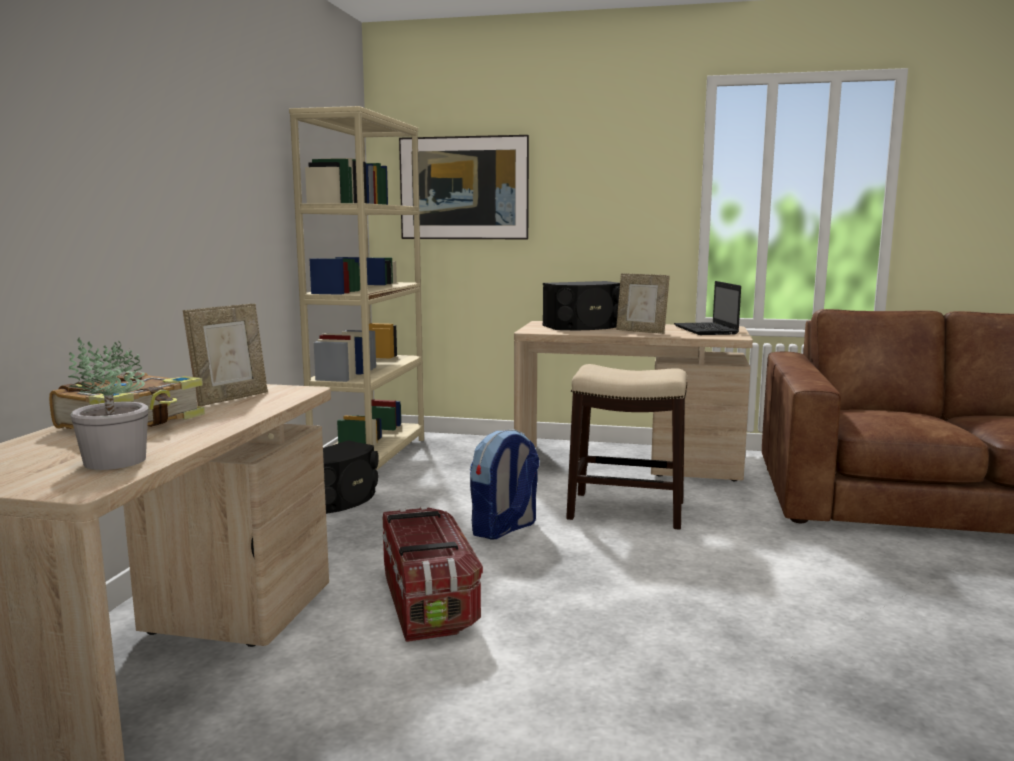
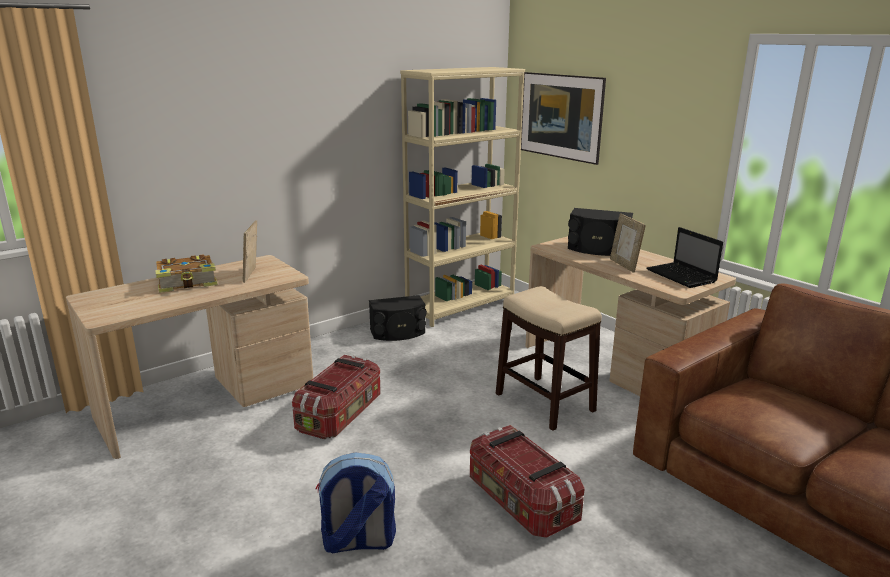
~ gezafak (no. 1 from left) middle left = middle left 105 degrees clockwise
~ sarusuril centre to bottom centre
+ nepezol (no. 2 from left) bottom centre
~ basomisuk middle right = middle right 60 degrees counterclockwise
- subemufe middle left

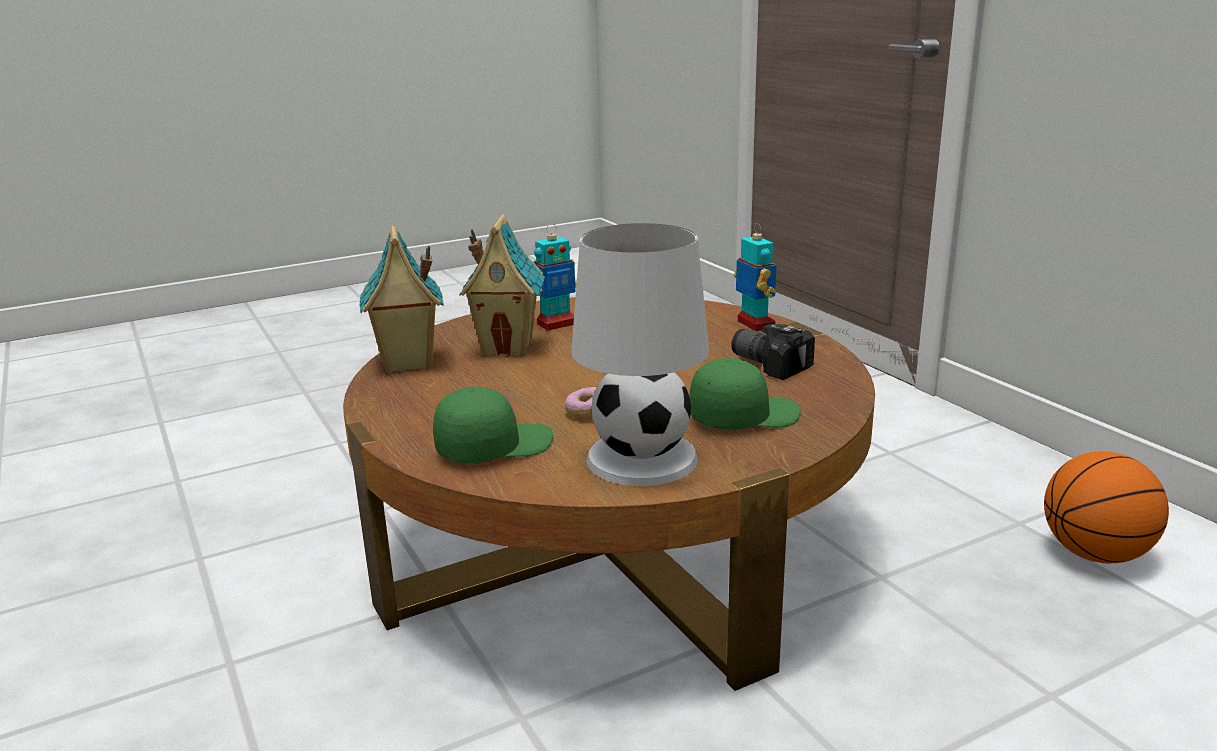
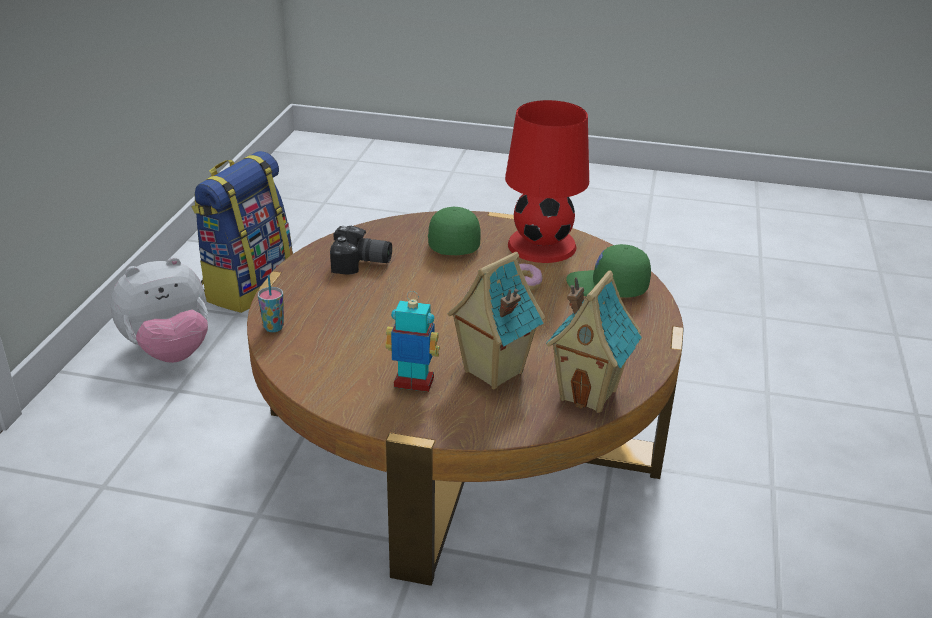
+ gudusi middle left
~ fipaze bottom right to sarusuril middle left
+ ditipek middle left
~ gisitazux centre = centre 75 degrees counterclockwise
~ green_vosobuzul (no. 2 from left in the first image) centre = centre 60 degrees clockwise
~ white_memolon centre to red_memolon top centre
- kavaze (no. 2 from left) centre

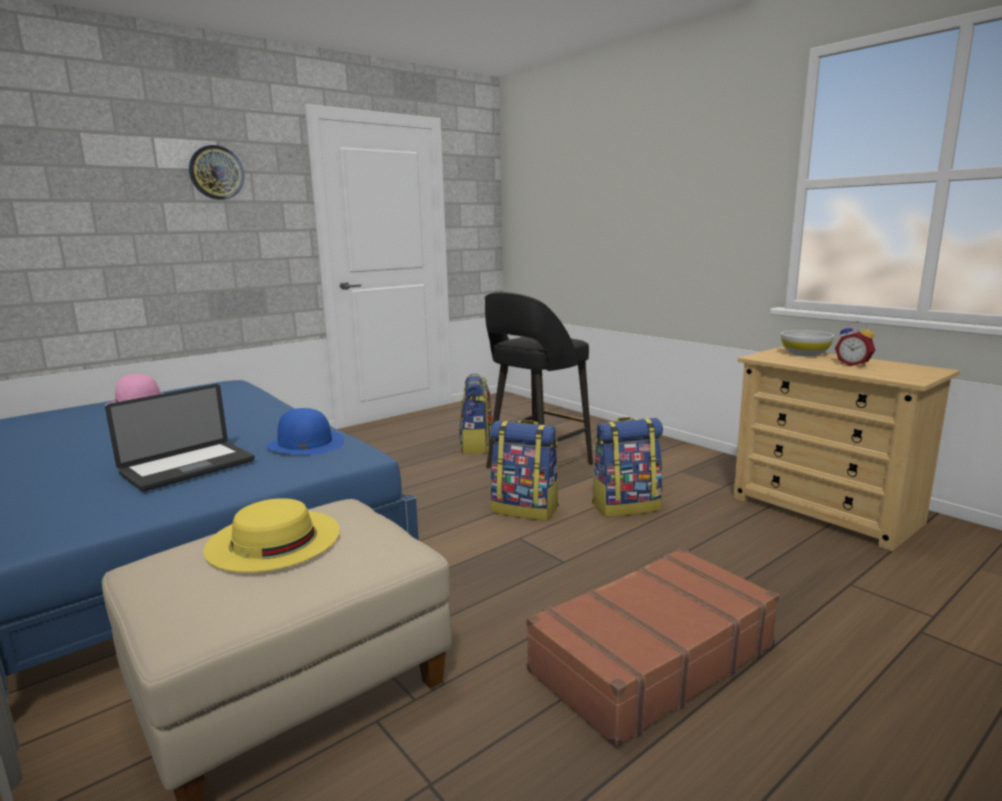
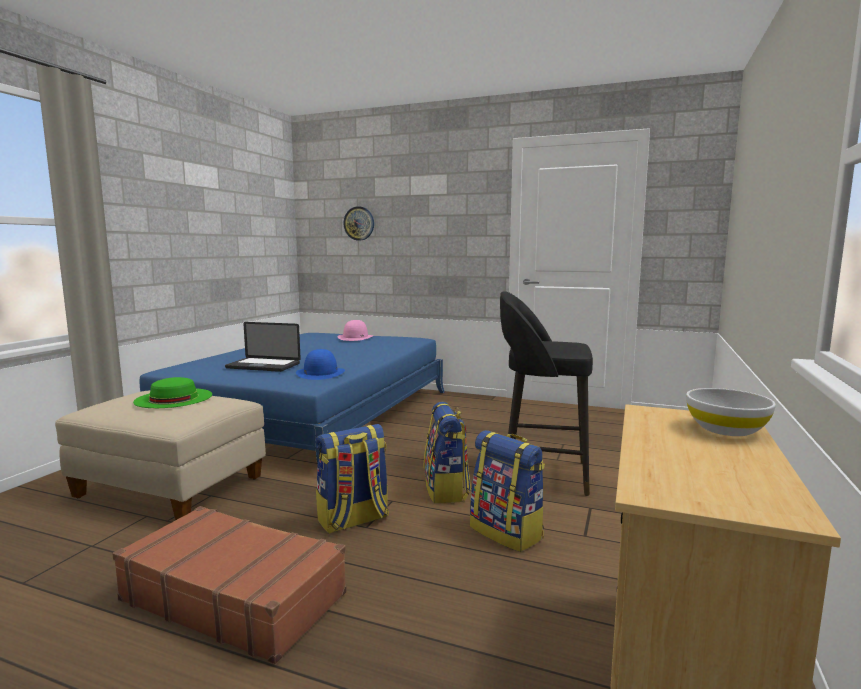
~ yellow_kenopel bottom left to green_kenopel middle left
~ sarusuril (no. 1 from left) centre to bottom centre
~ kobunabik top left to top centre
- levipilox middle right

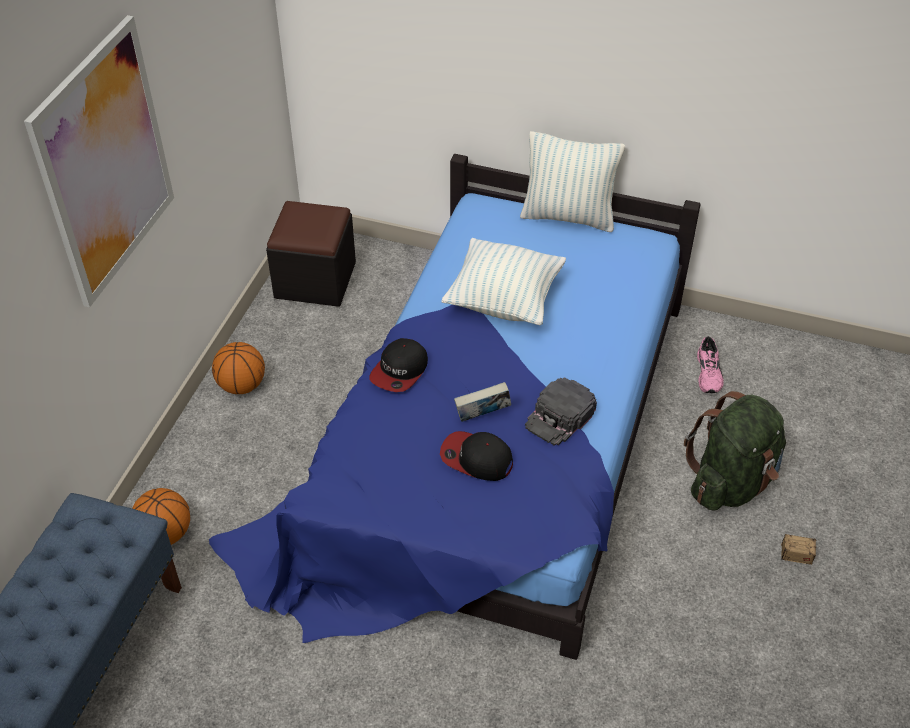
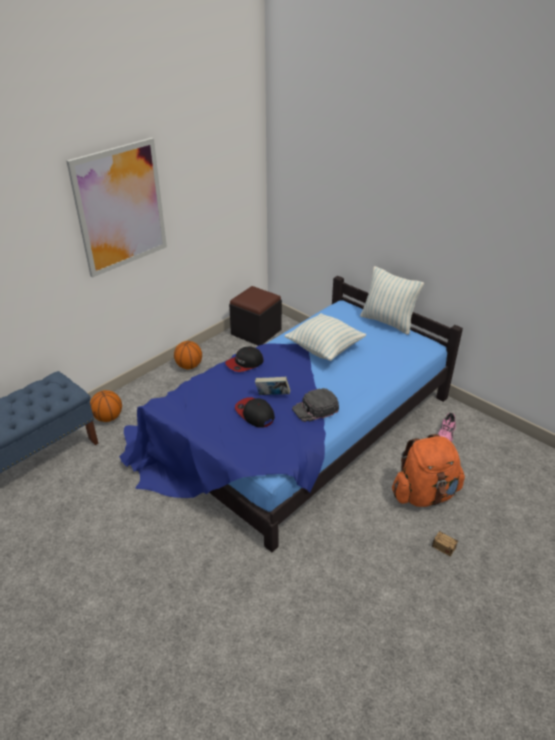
~ green_sarusuril middle right to orange_sarusuril middle right

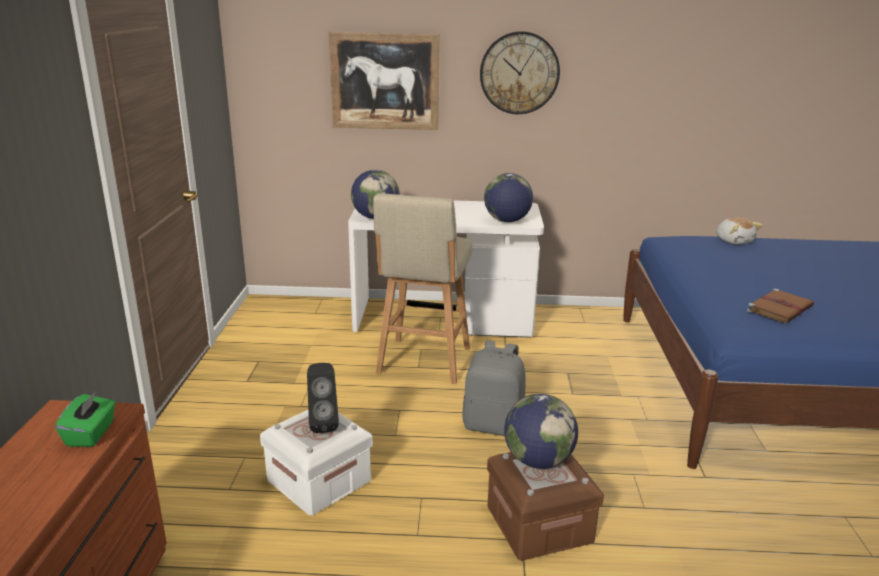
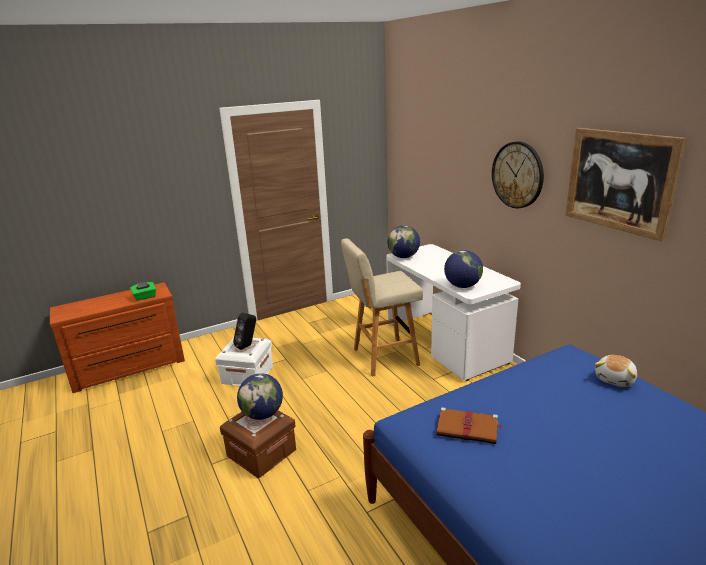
~ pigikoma top centre to top right
- grey_sarusuril bottom centre

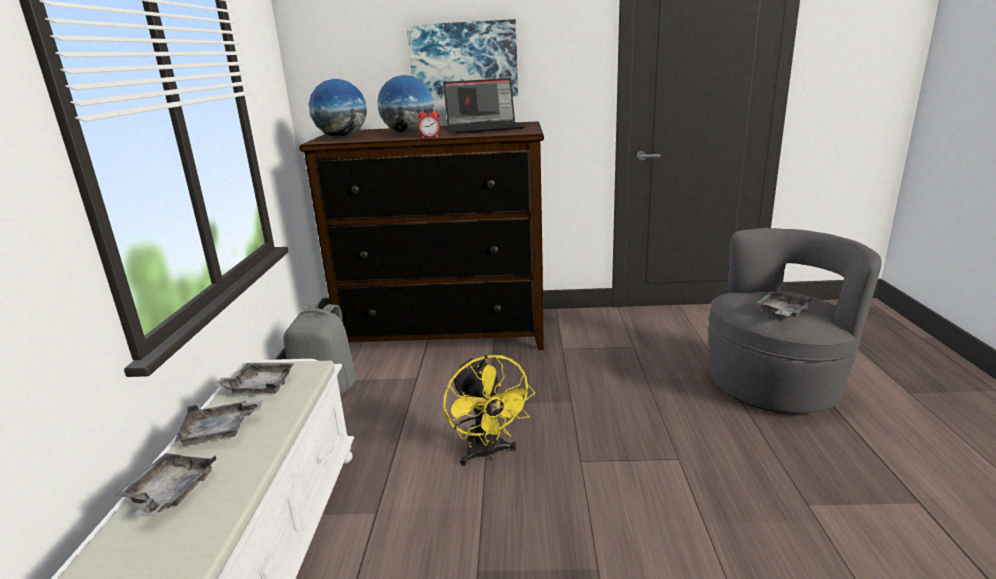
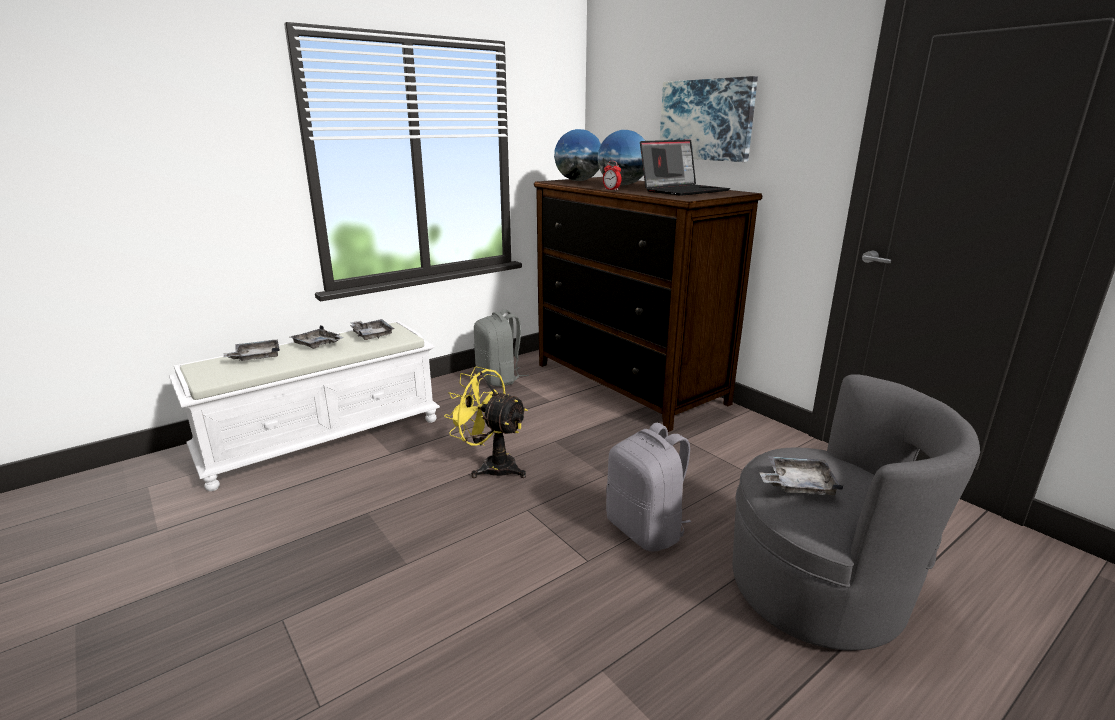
~ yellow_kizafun bottom centre = centre 90 degrees clockwise
+ grey_sarusuril (no. 2 from left) bottom centre
~ basomisuk top centre = top centre 75 degrees counterclockwise

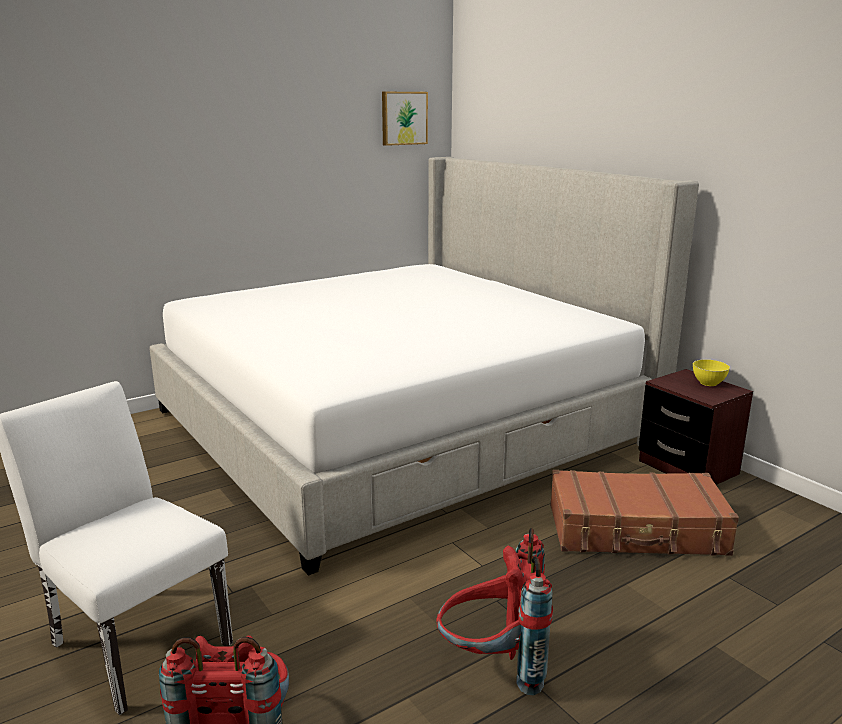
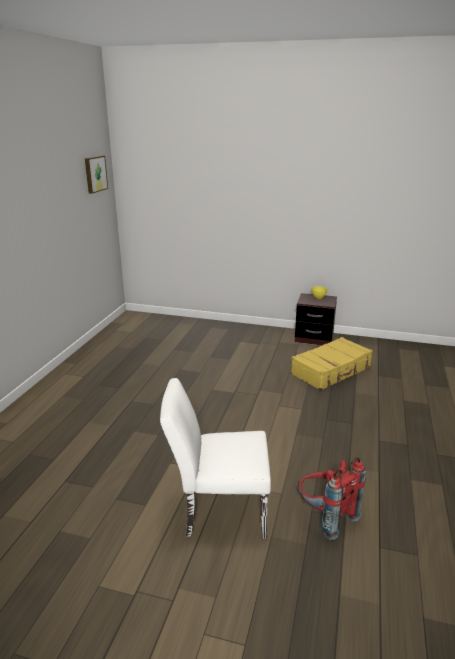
~ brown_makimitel bottom right to yellow_makimitel middle right
- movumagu centre
- red_sarusuril (no. 2 from left) bottom centre

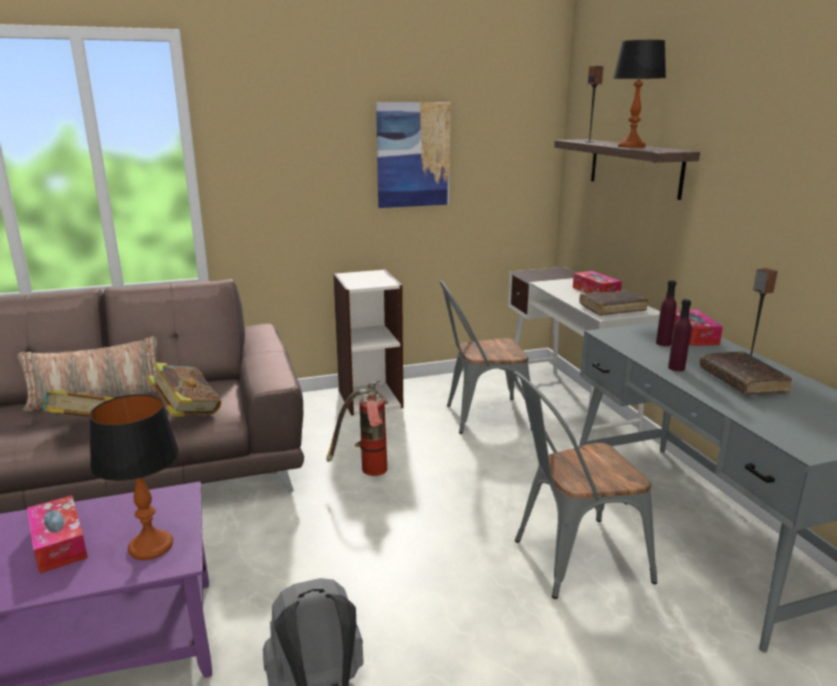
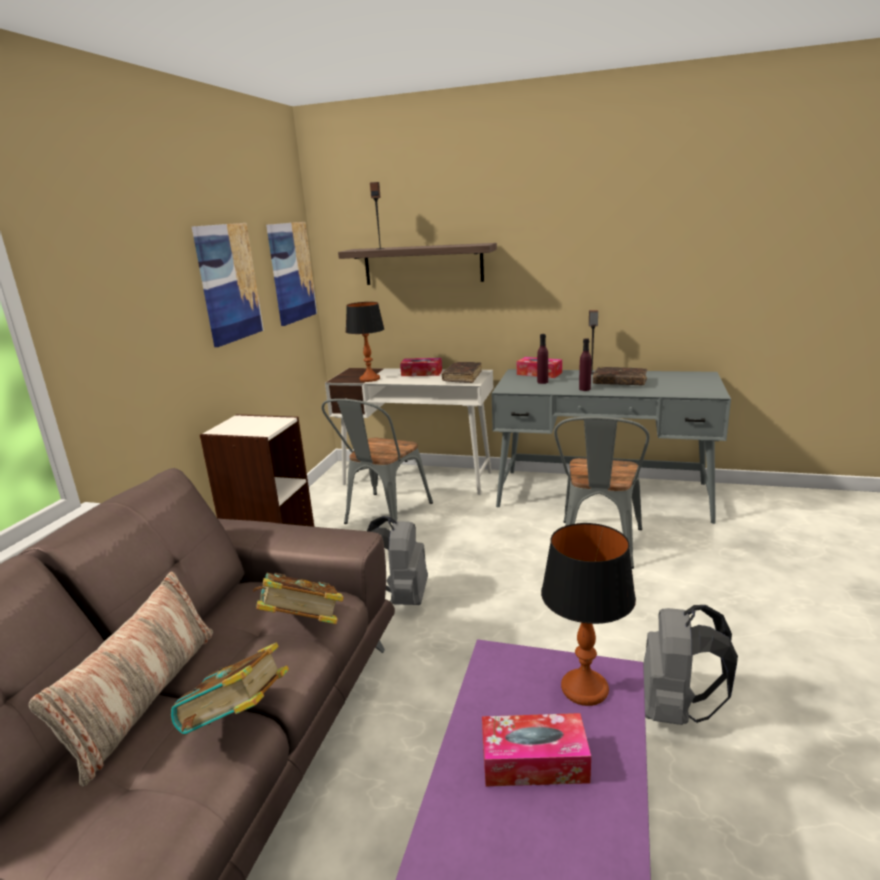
+ pigikoma (no. 2 from left) top left
~ memolon (no. 2 from left in the first image) top right to memolon (no. 1 from left) centre
~ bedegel centre to grey_sarusuril (no. 1 from left) centre

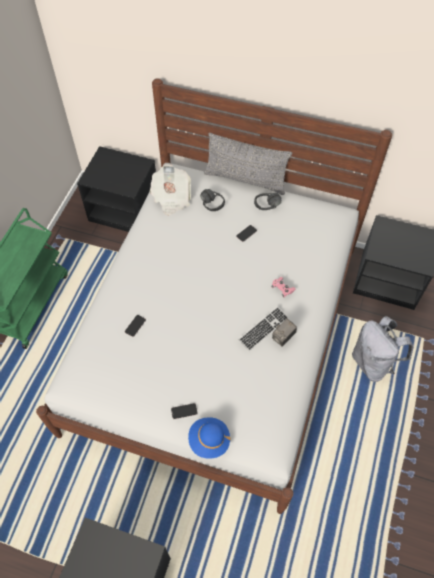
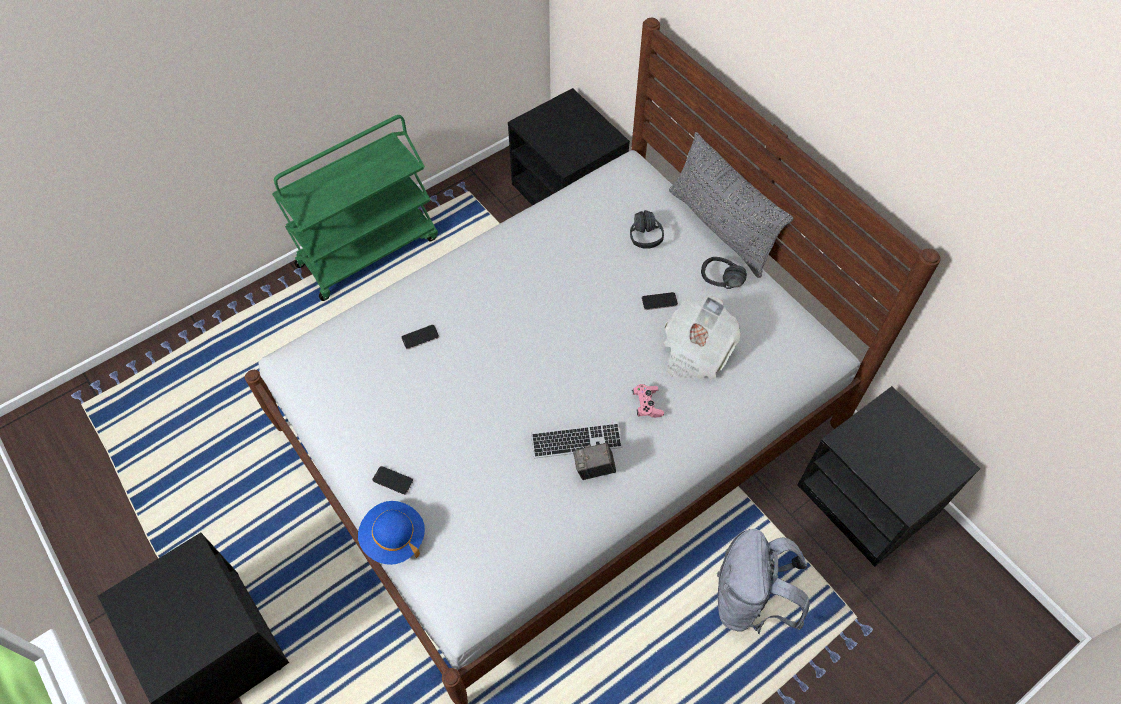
~ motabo top centre to centre

